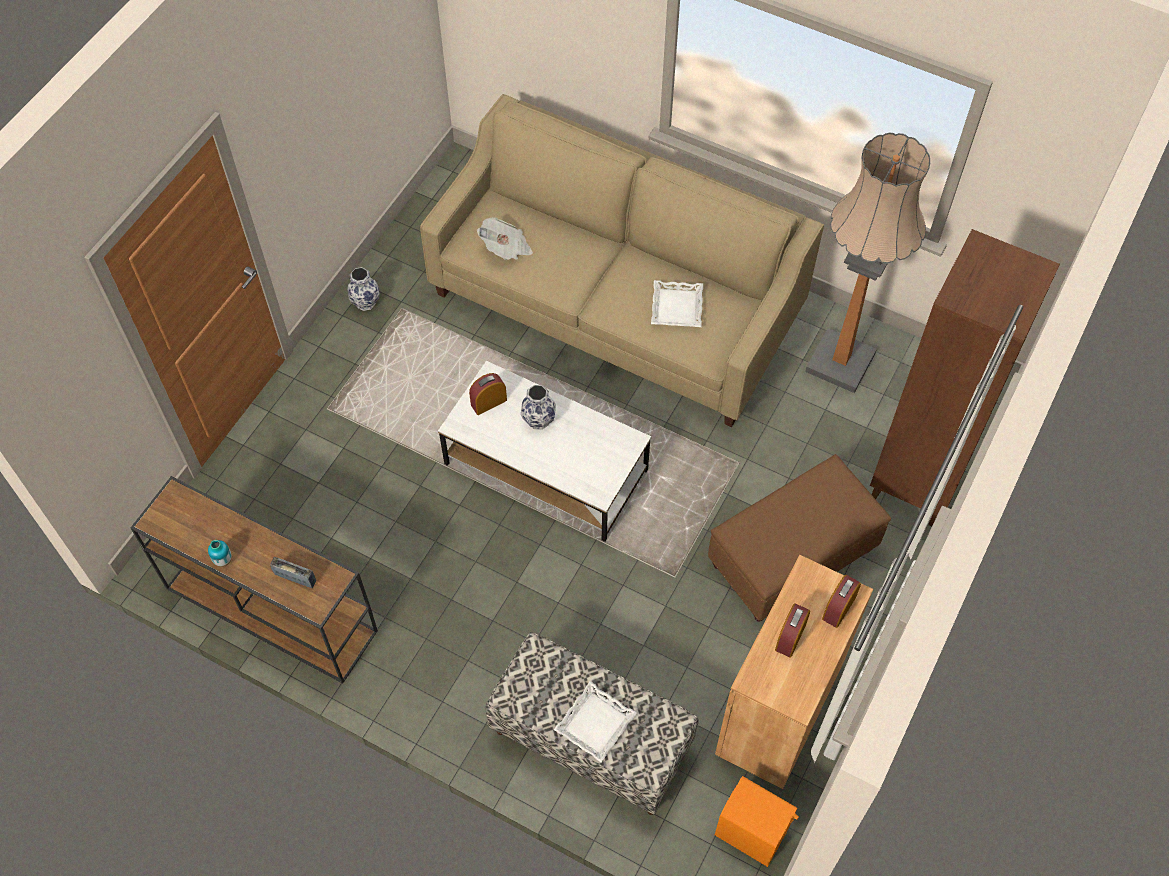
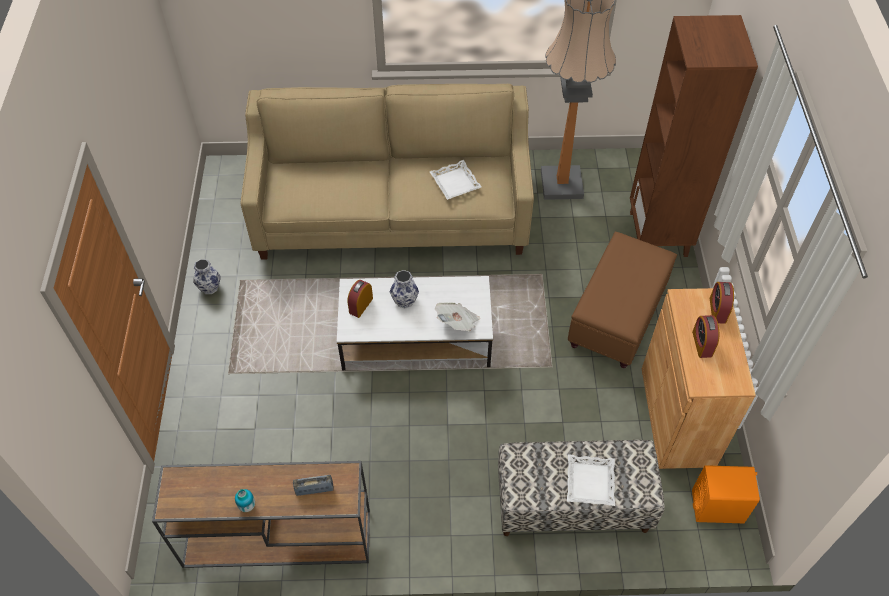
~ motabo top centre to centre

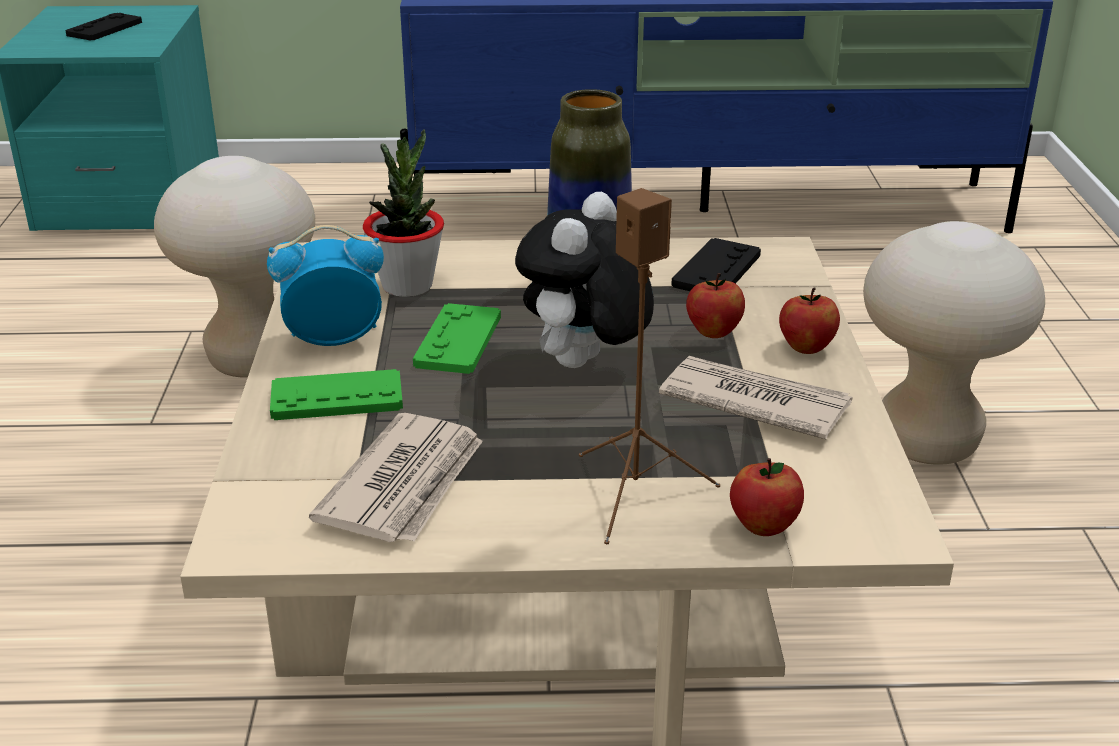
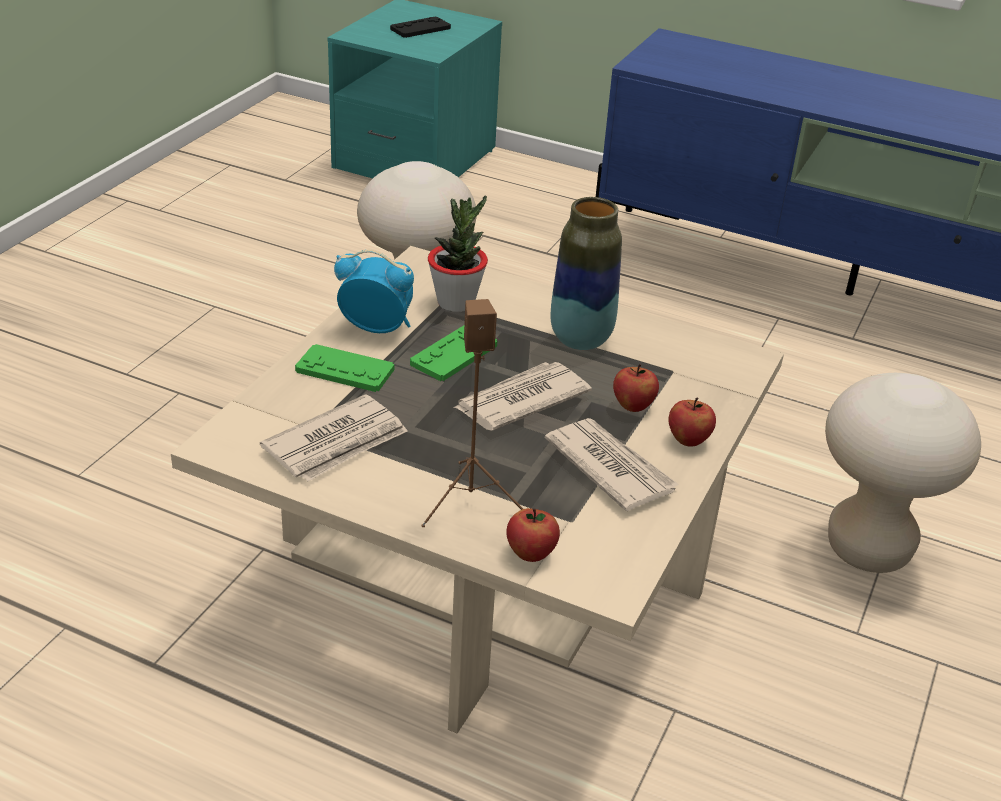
~ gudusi centre to motabo (no. 2 from left) centre
- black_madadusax (no. 2 from left) centre

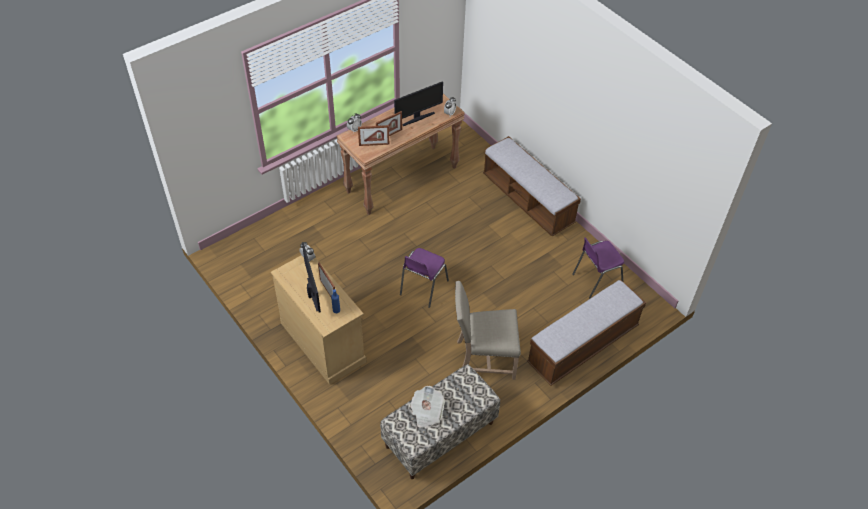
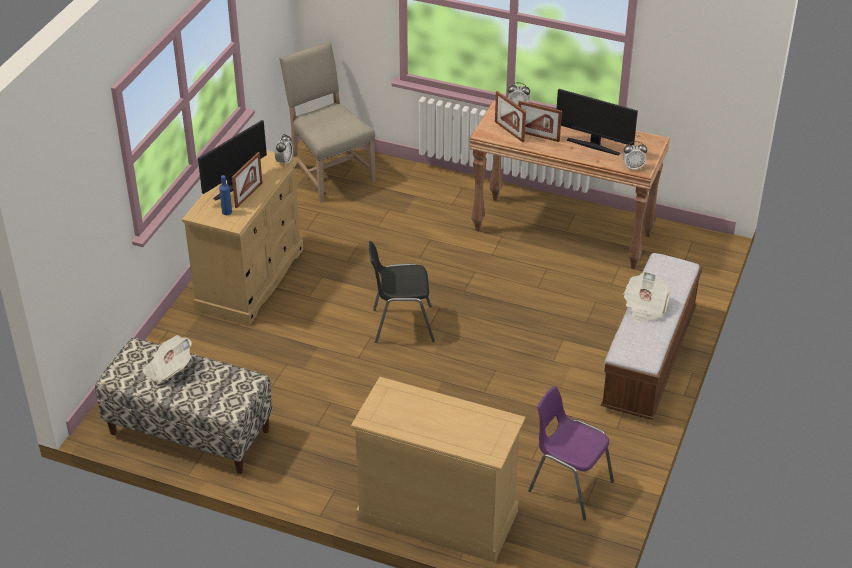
~ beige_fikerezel centre to top centre
~ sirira (no. 3 from left) middle right to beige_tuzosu (no. 2 from left) bottom centre
~ purple_fikerezel (no. 1 from left) centre to black_fikerezel centre
+ motabo (no. 2 from left) middle right

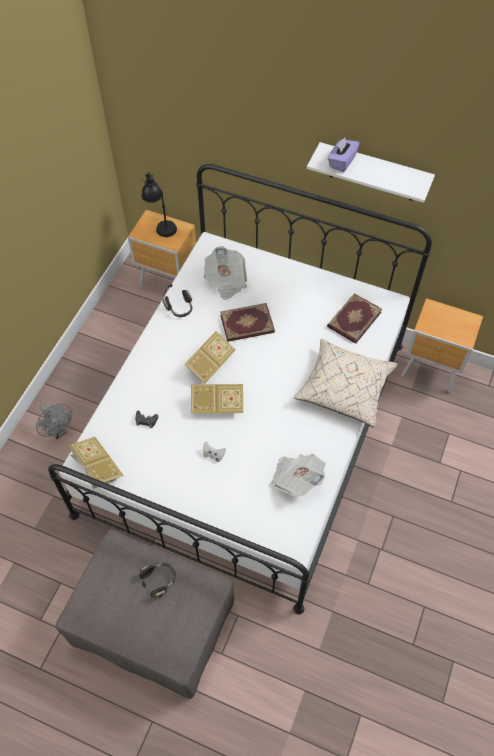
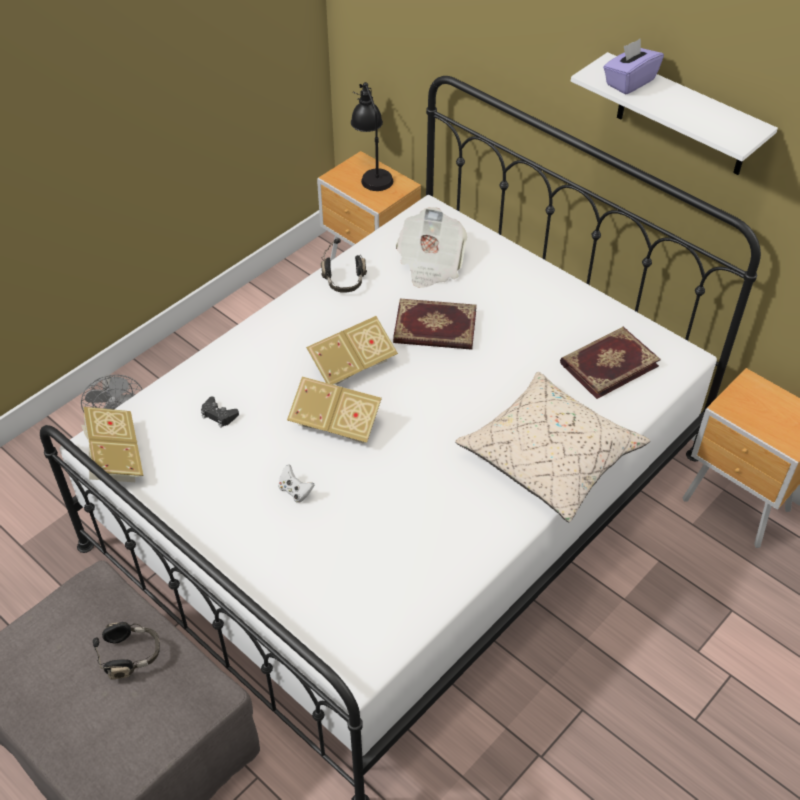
- motabo (no. 2 from left) centre

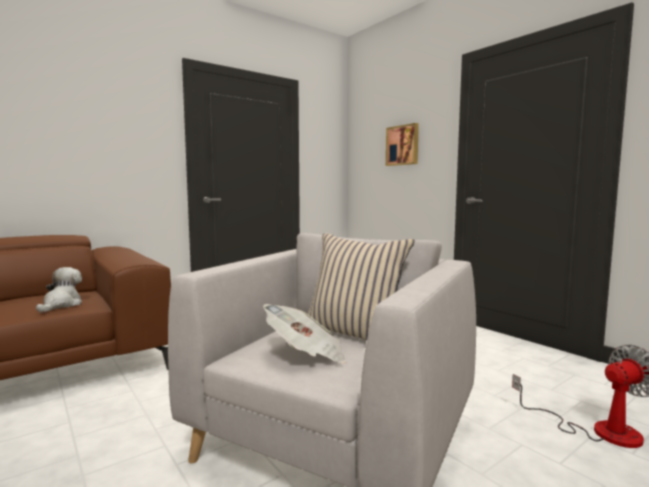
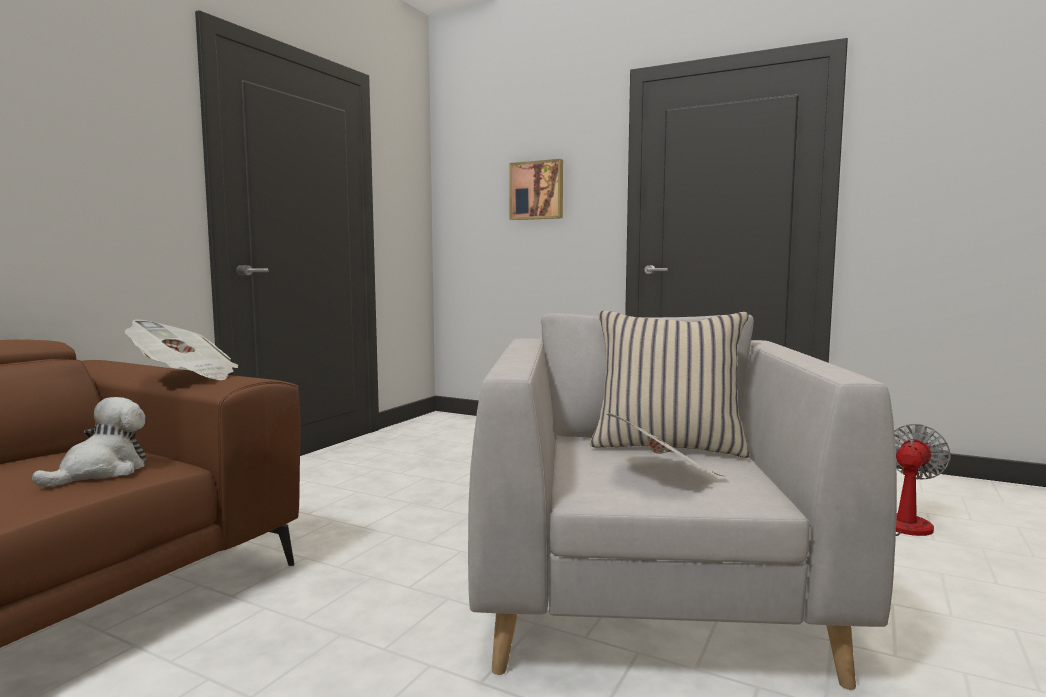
~ gudusi middle left = middle left 45 degrees clockwise
+ motabo (no. 1 from left) middle left

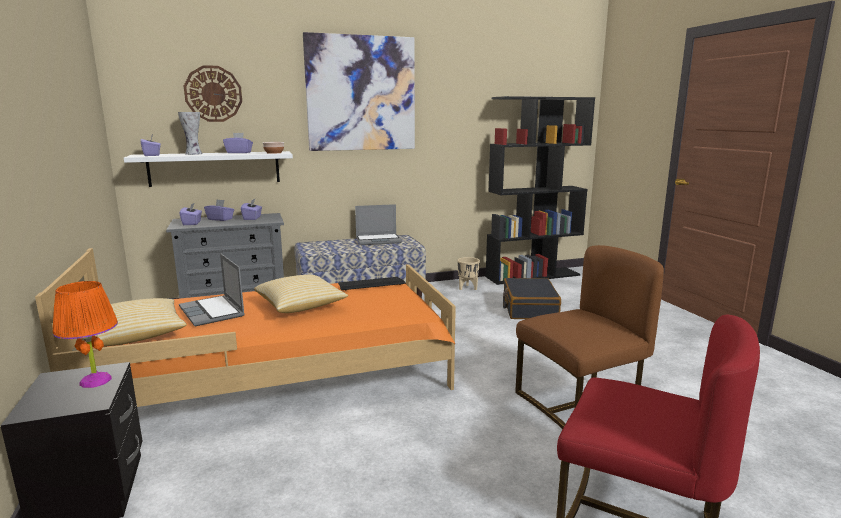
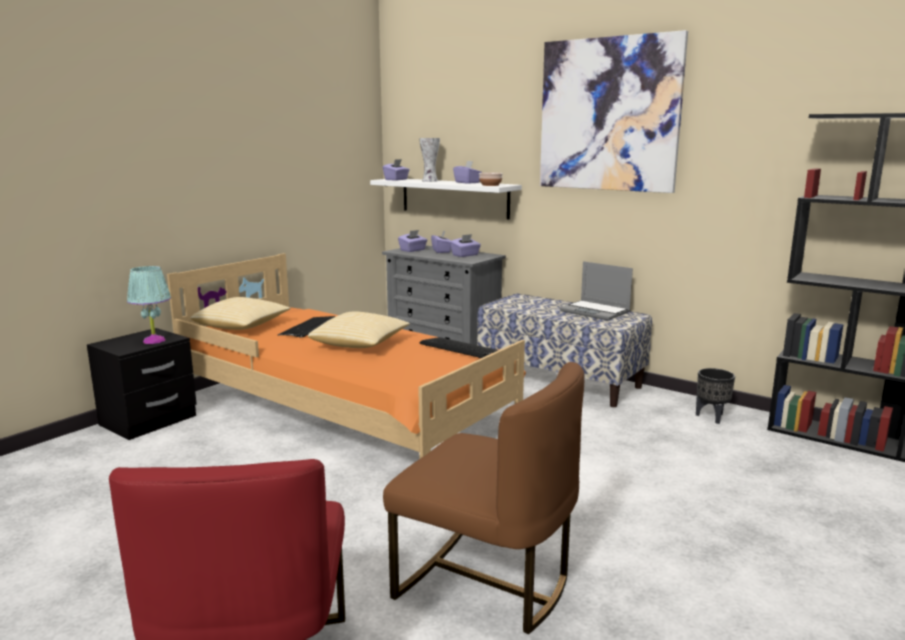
~ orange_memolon middle left to turquoise_memolon middle left
~ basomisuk (no. 1 from left) middle left to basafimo (no. 1 from left) centre
~ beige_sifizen centre to black_sifizen middle right
- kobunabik top left
- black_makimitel centre

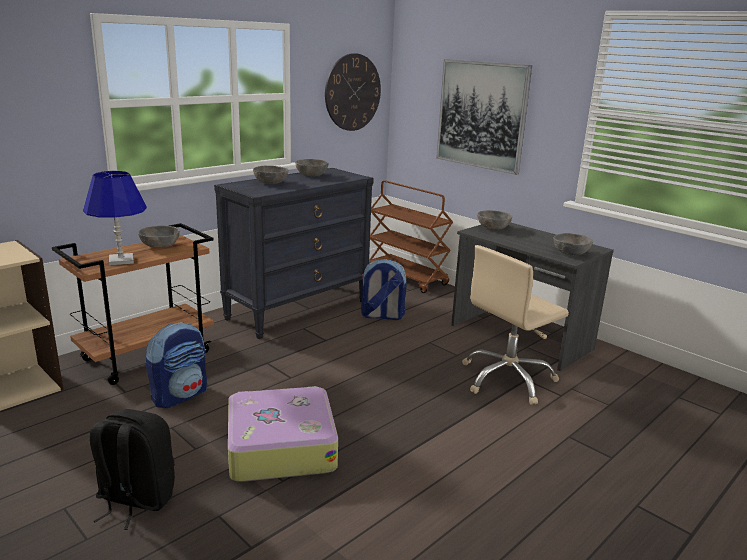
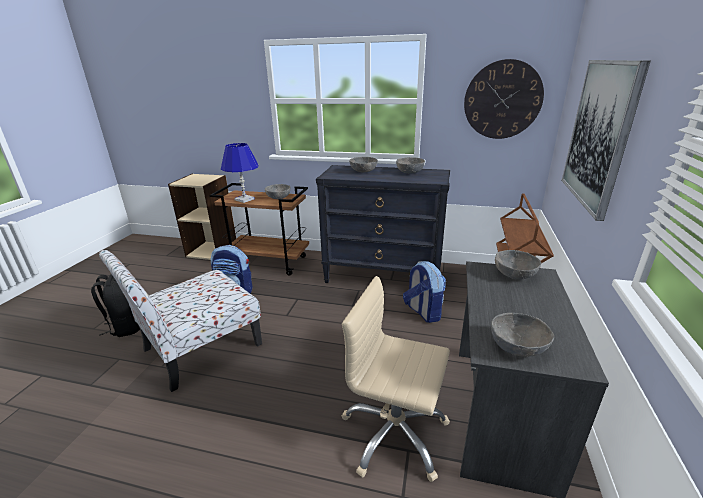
~ makimitel bottom centre to fikerezel middle left

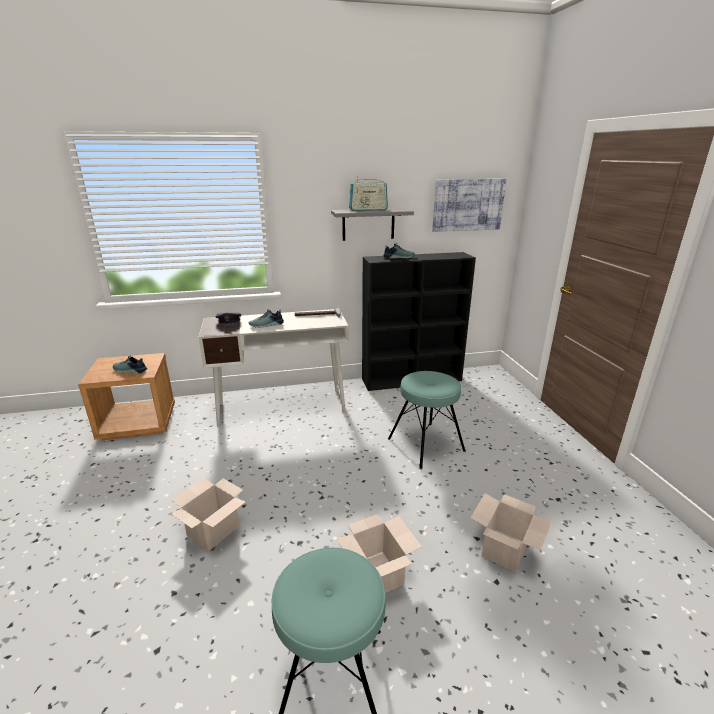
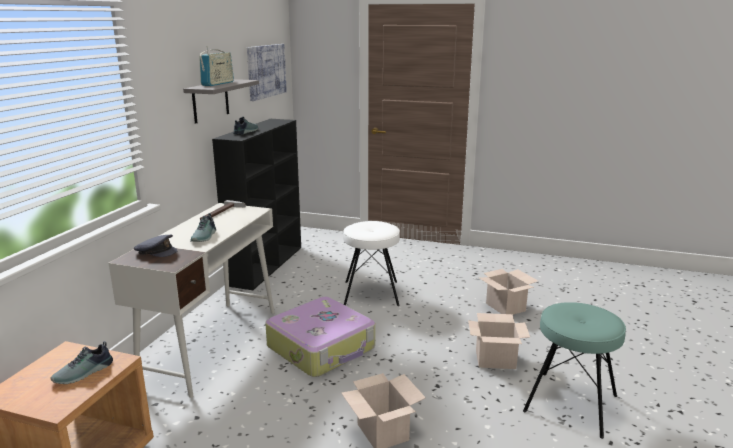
+ makimitel bottom centre
~ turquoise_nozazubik (no. 2 from left) centre to white_nozazubik centre

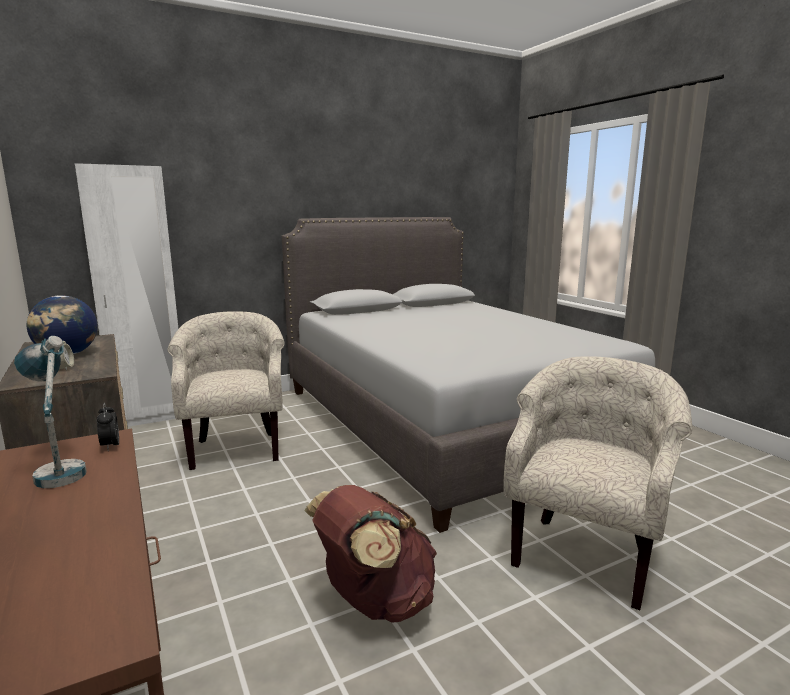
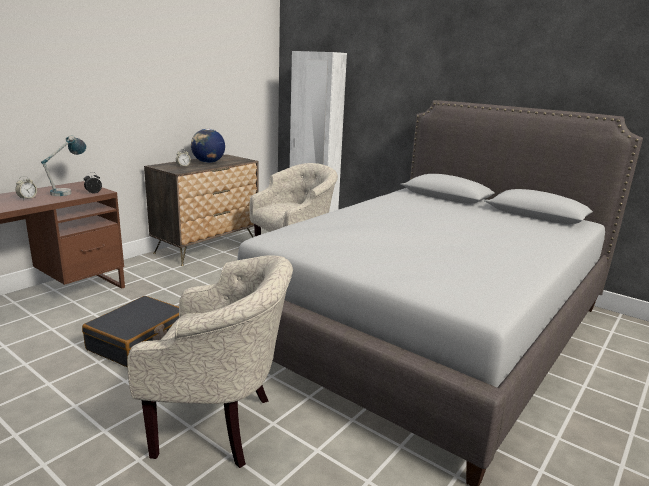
+ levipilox (no. 1 from left) middle left
~ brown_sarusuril bottom centre to black_makimitel bottom left

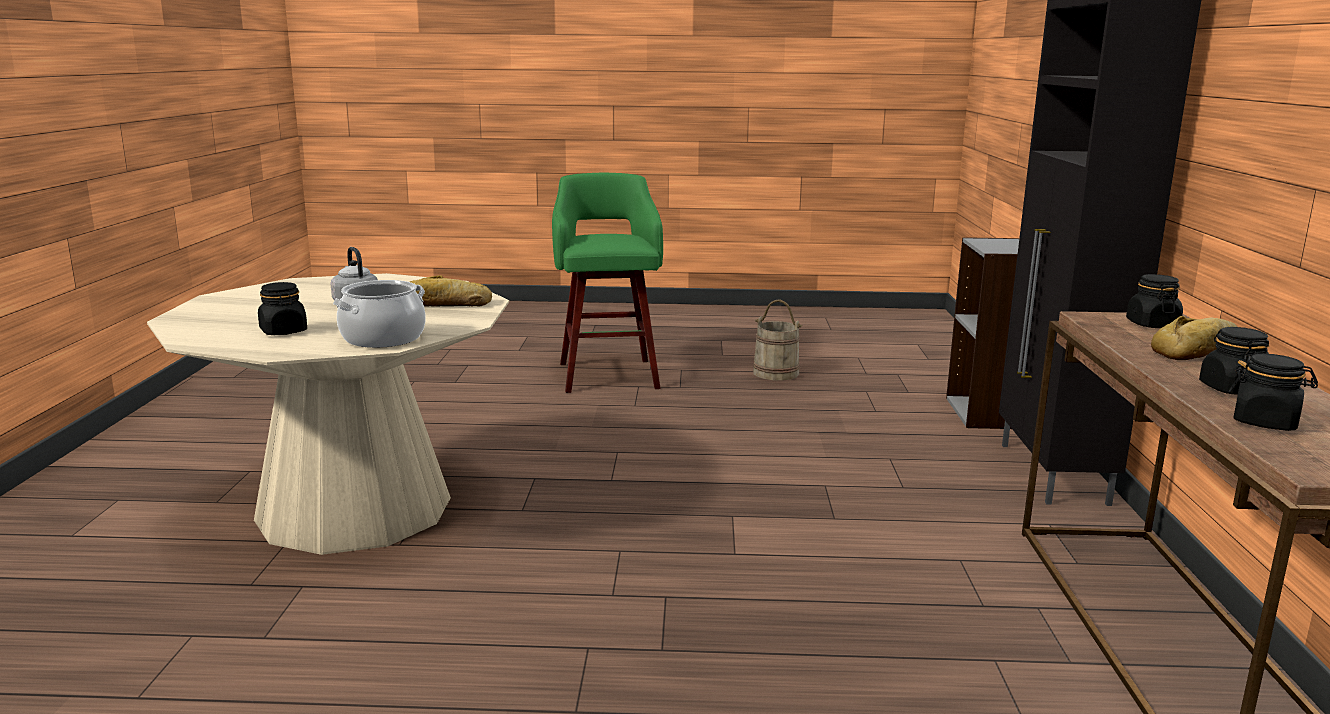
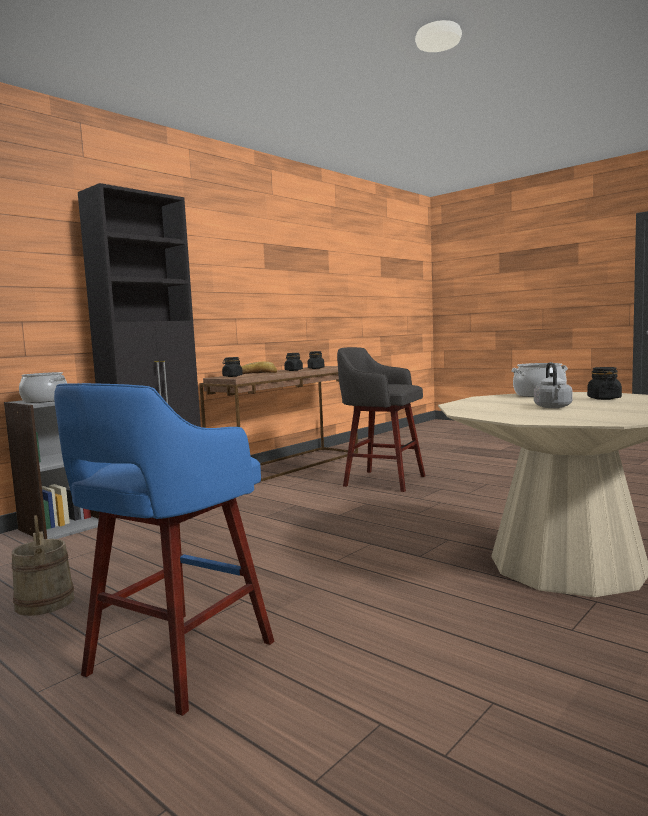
+ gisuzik (no. 1 from left) middle left
~ green_nozazubik centre to blue_nozazubik bottom left
+ grey_nozazubik centre
- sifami (no. 1 from left) centre

